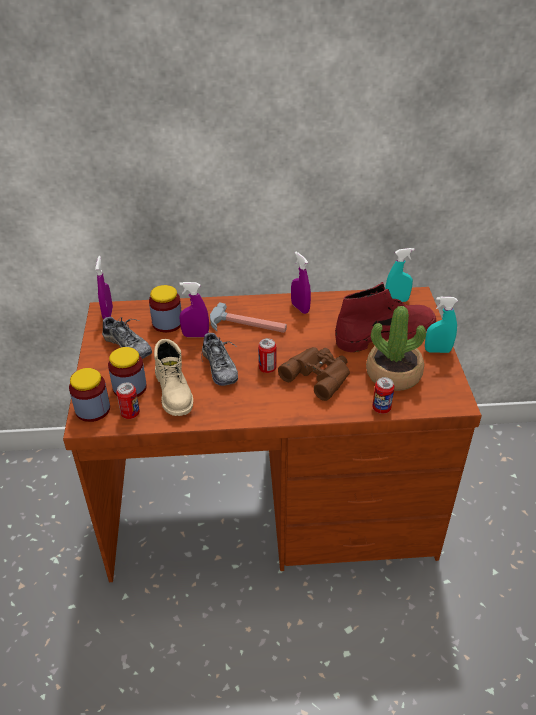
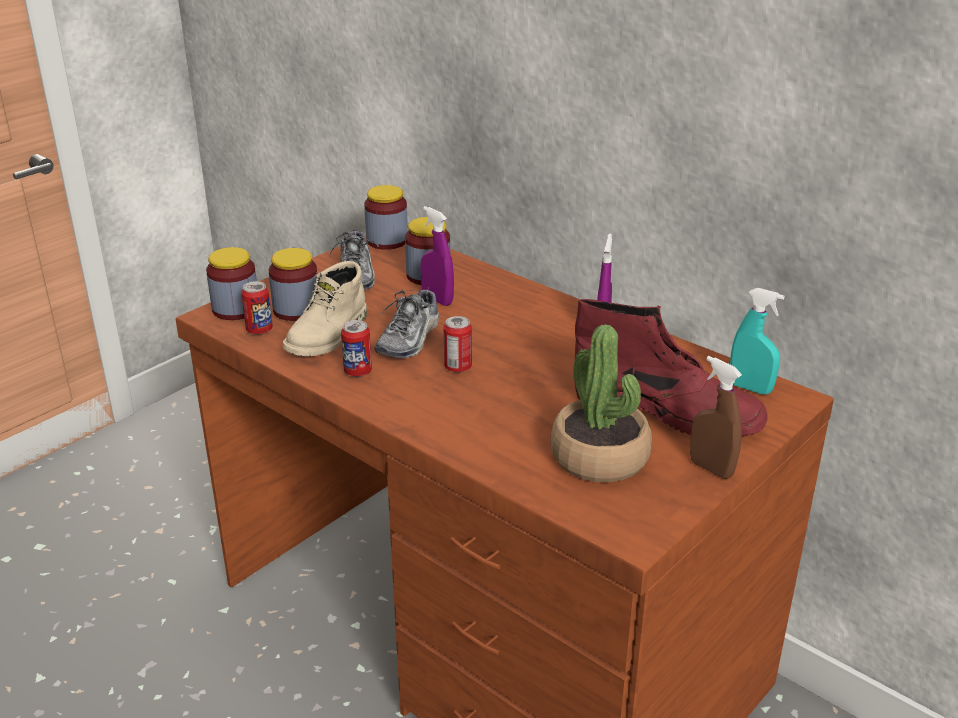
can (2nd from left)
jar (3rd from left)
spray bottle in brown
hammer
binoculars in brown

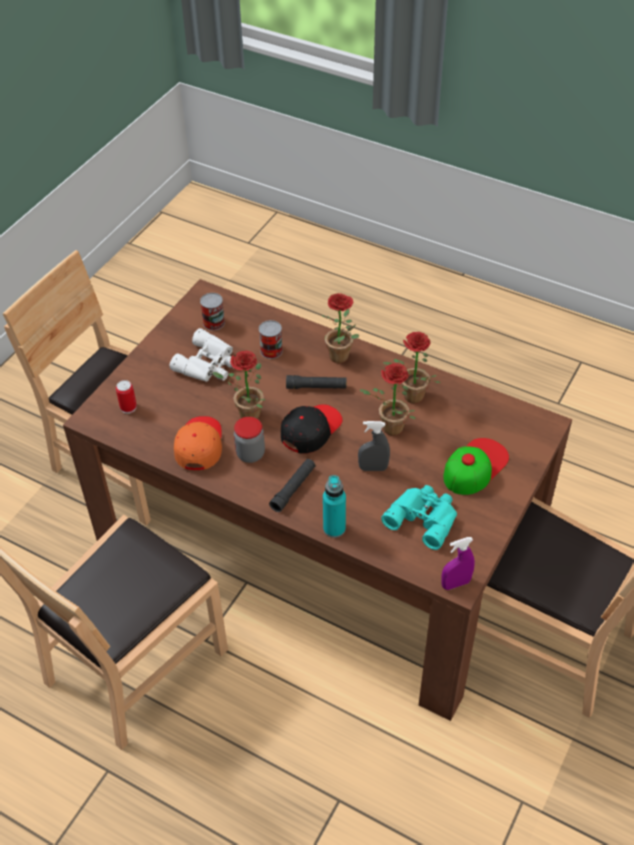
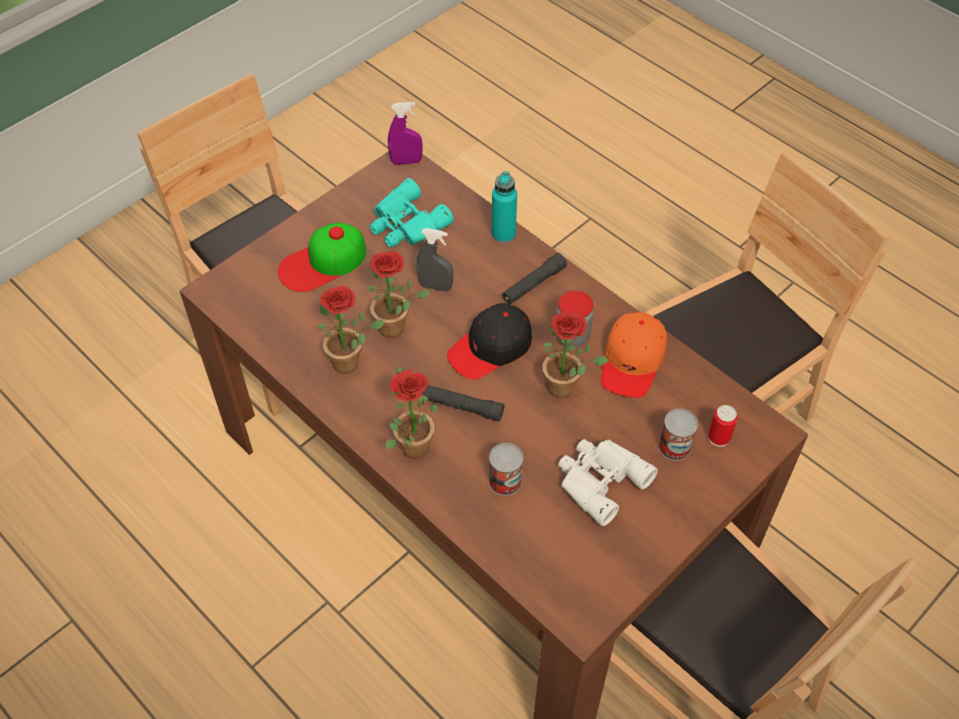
can (2nd from left)

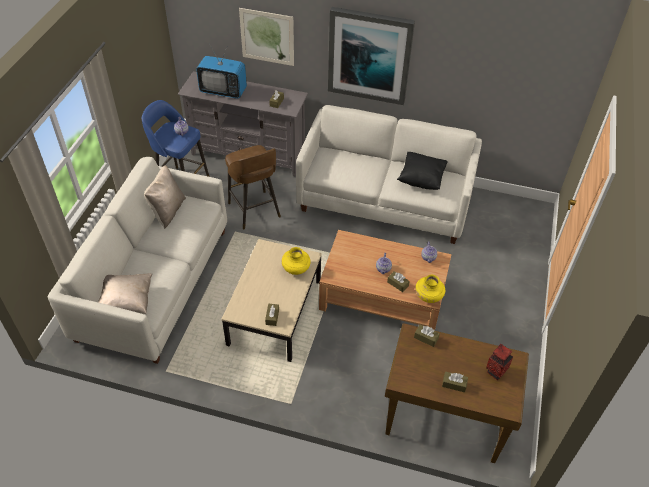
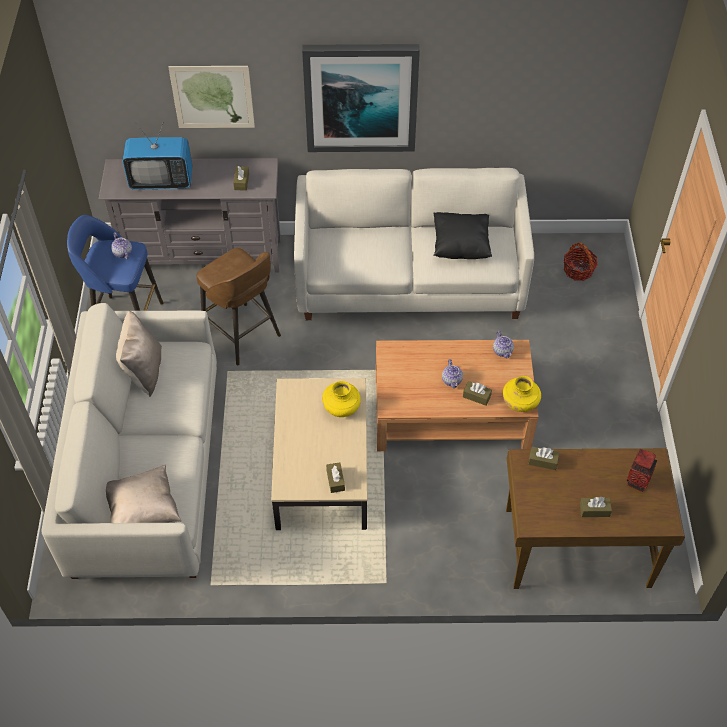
basket

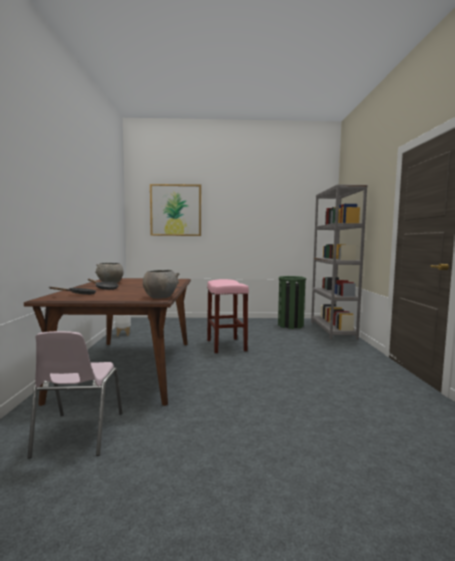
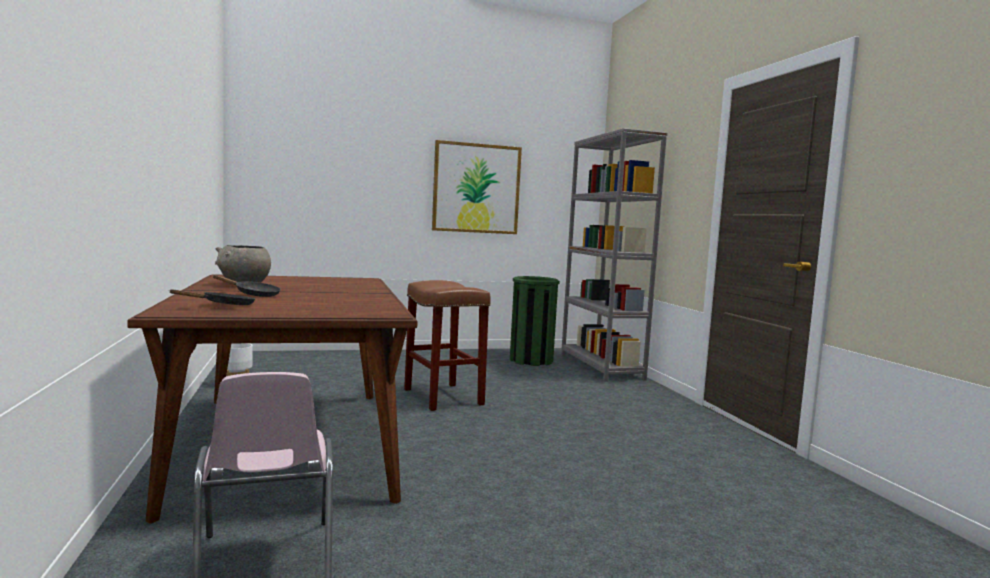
stool in brown
picture
bowl in grey (2nd from left in the first image)

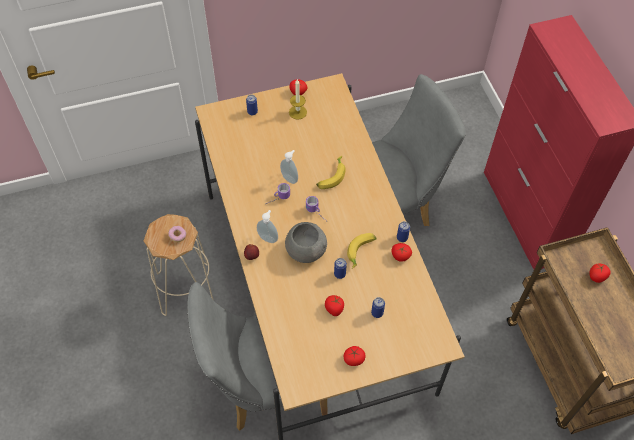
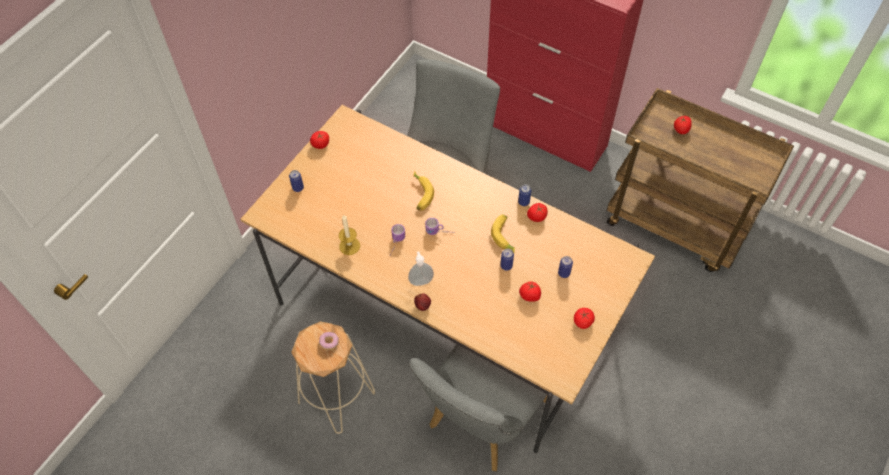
candle
soap dispenser (2nd from left in the first image)
bowl in grey

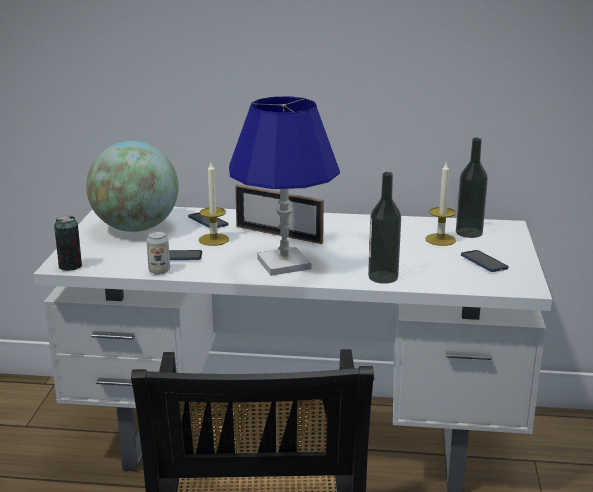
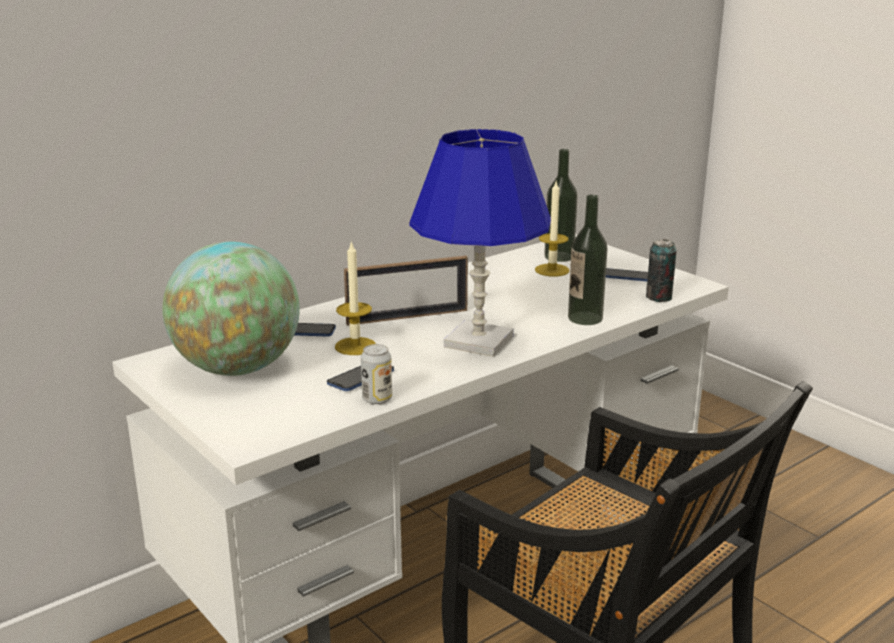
can (2nd from left)

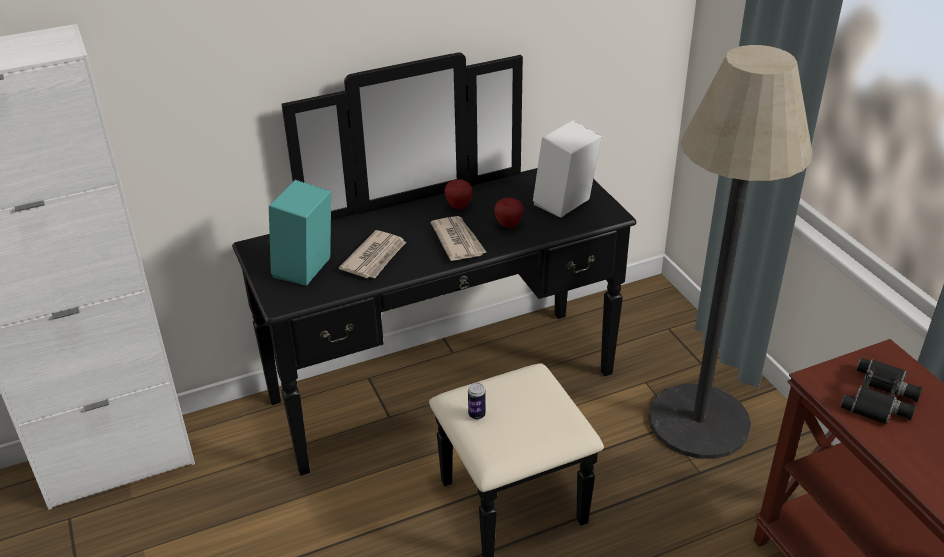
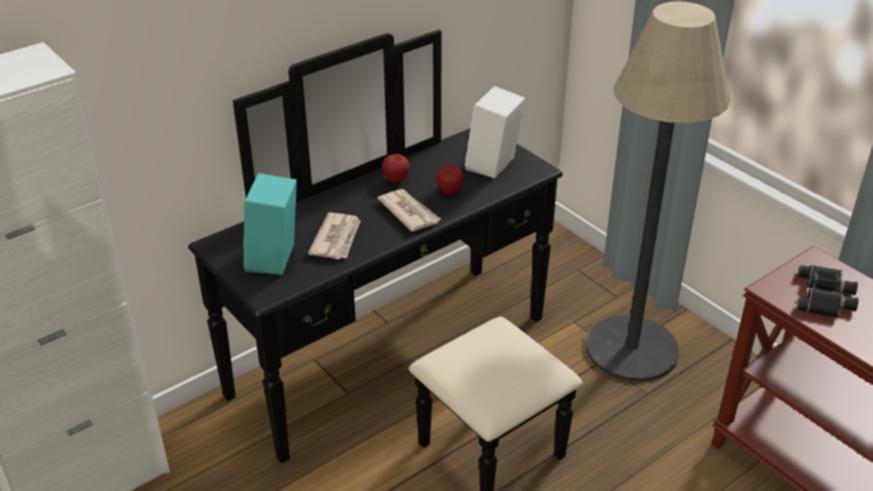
can

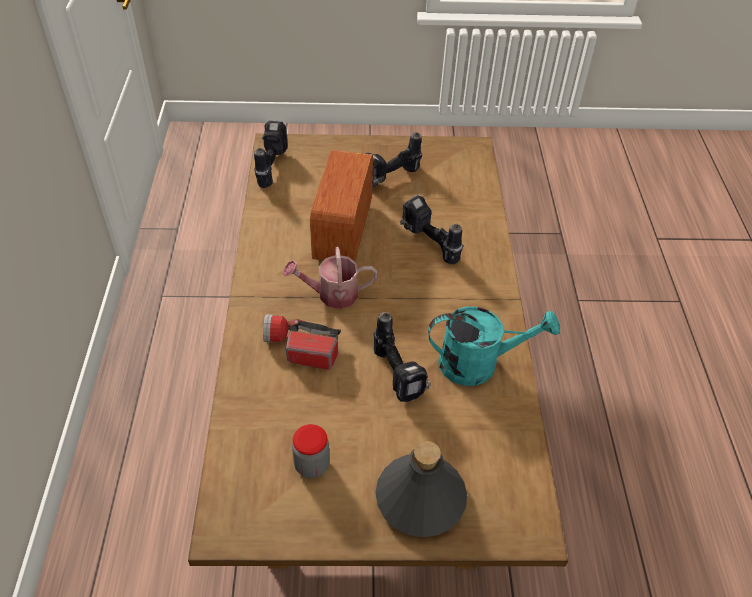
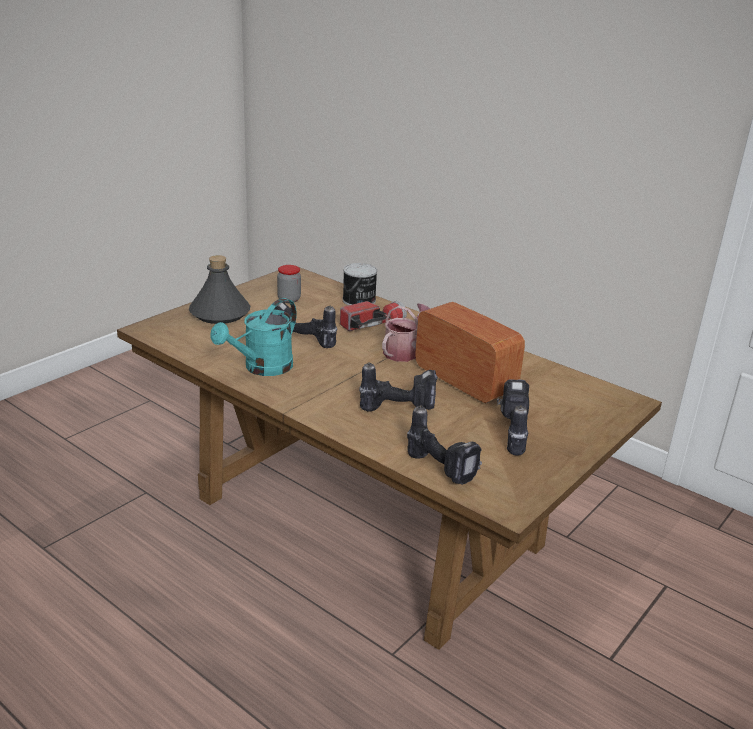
can
power drill (3rd from left)

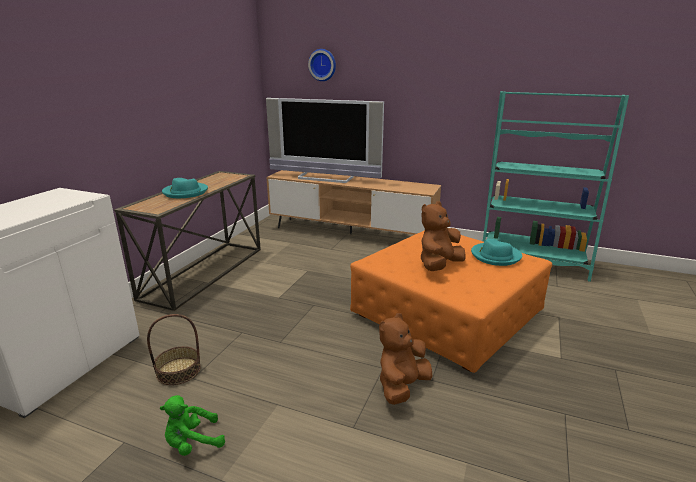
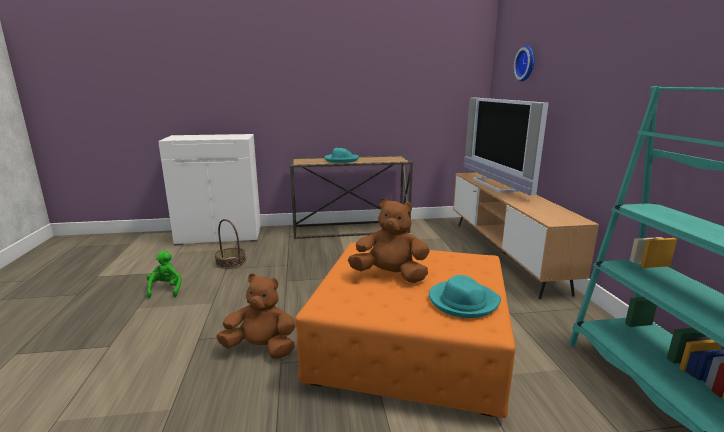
plush toy in green

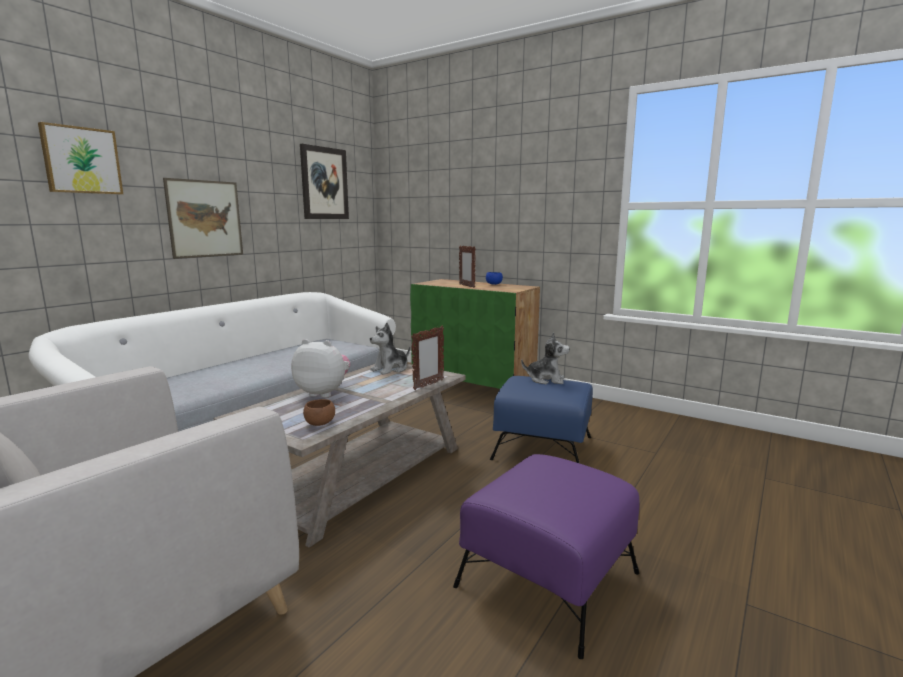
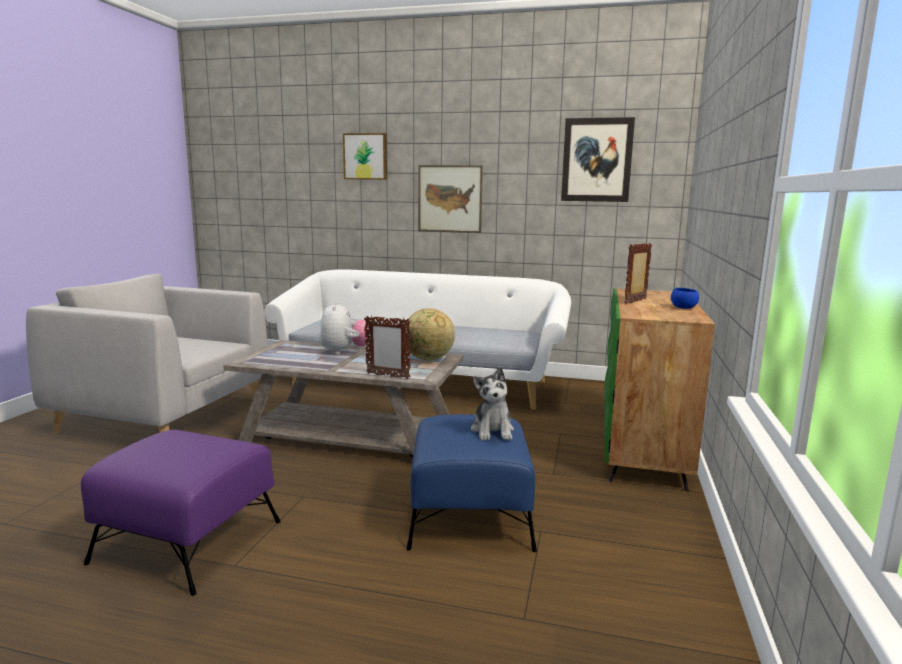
globe
bowl in brown

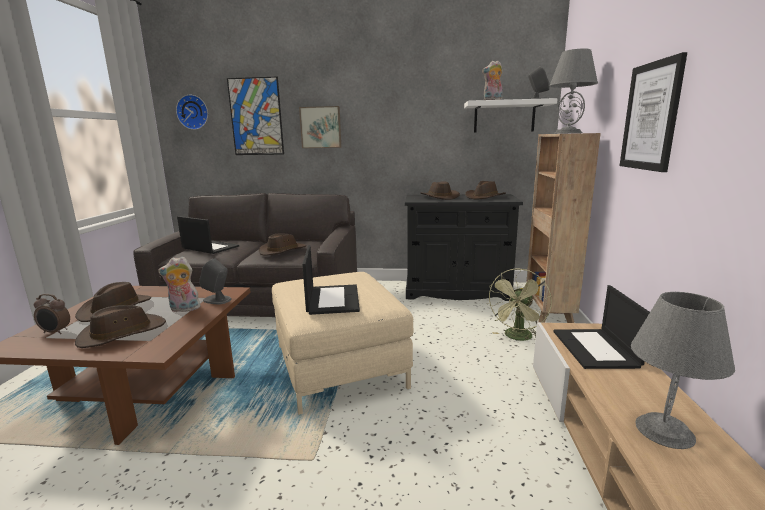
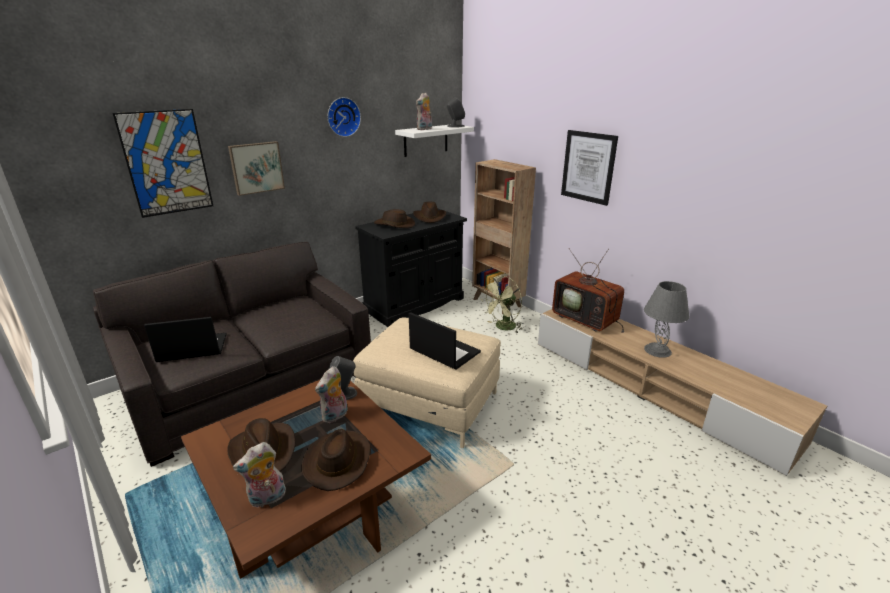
plush toy (1st from left)
wall clock
fan in green
television
hat in brown (3rd from left in the first image)
table lamp in grey (1st from left in the first image)

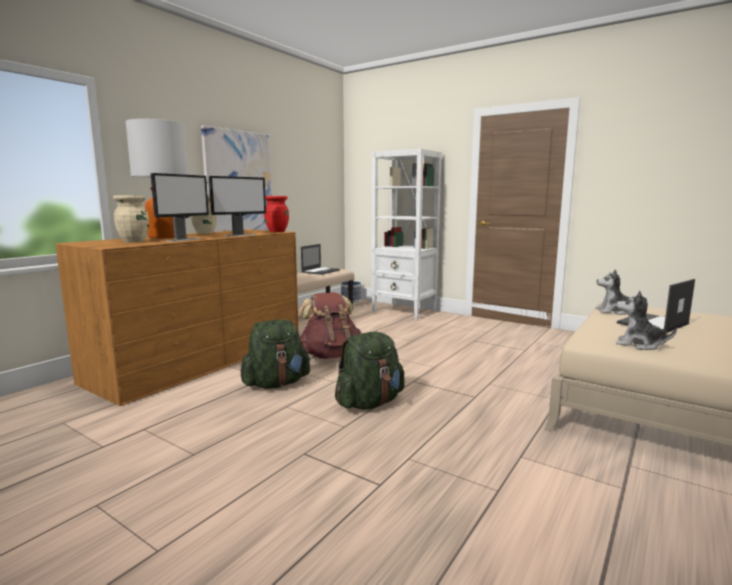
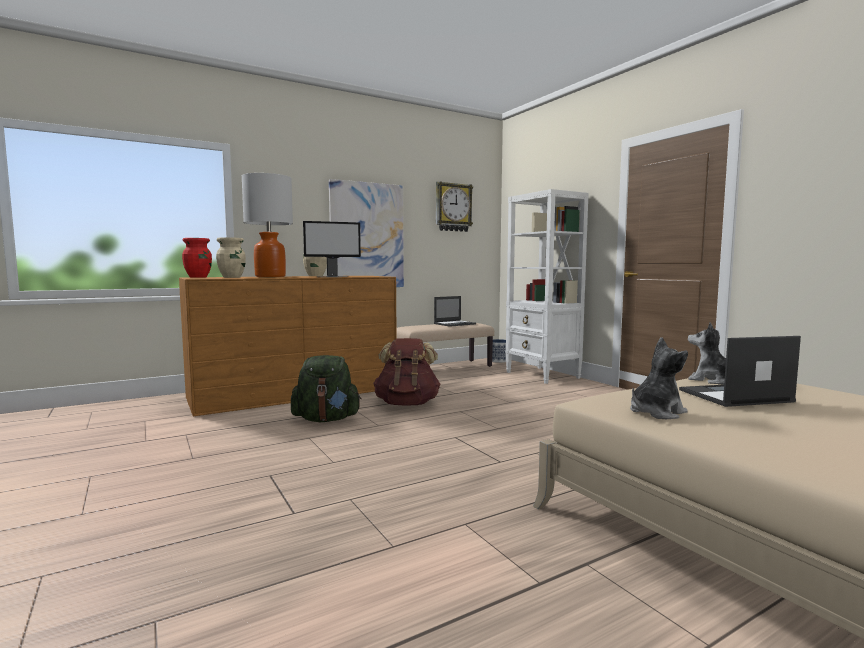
vase in red
wall clock
plush toy (1st from left)
monitor (1st from left in the first image)
backpack in green (2nd from left in the first image)

